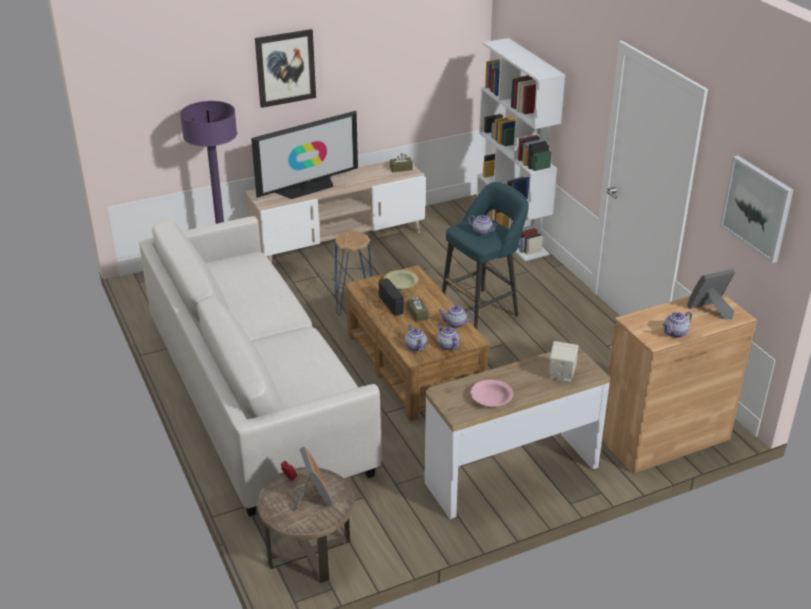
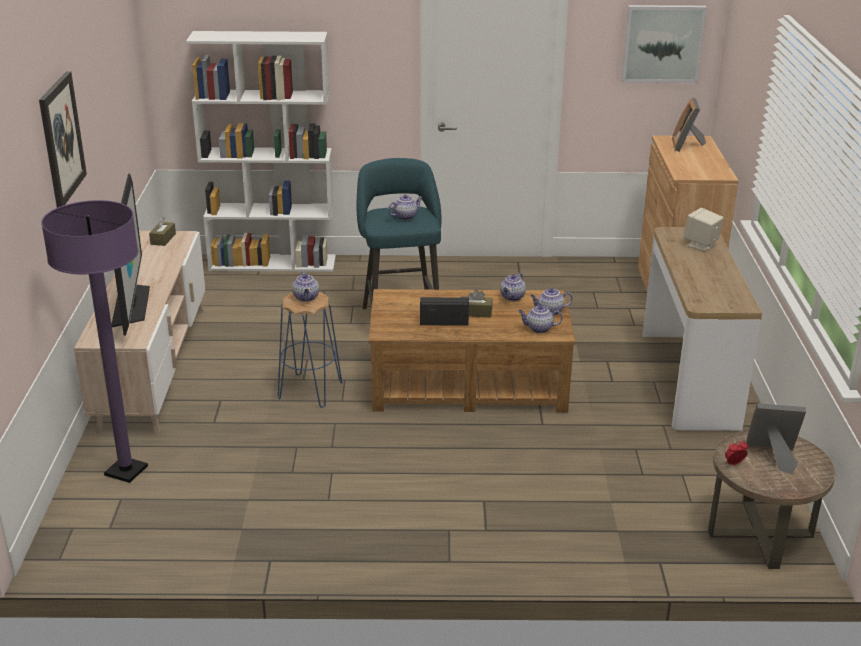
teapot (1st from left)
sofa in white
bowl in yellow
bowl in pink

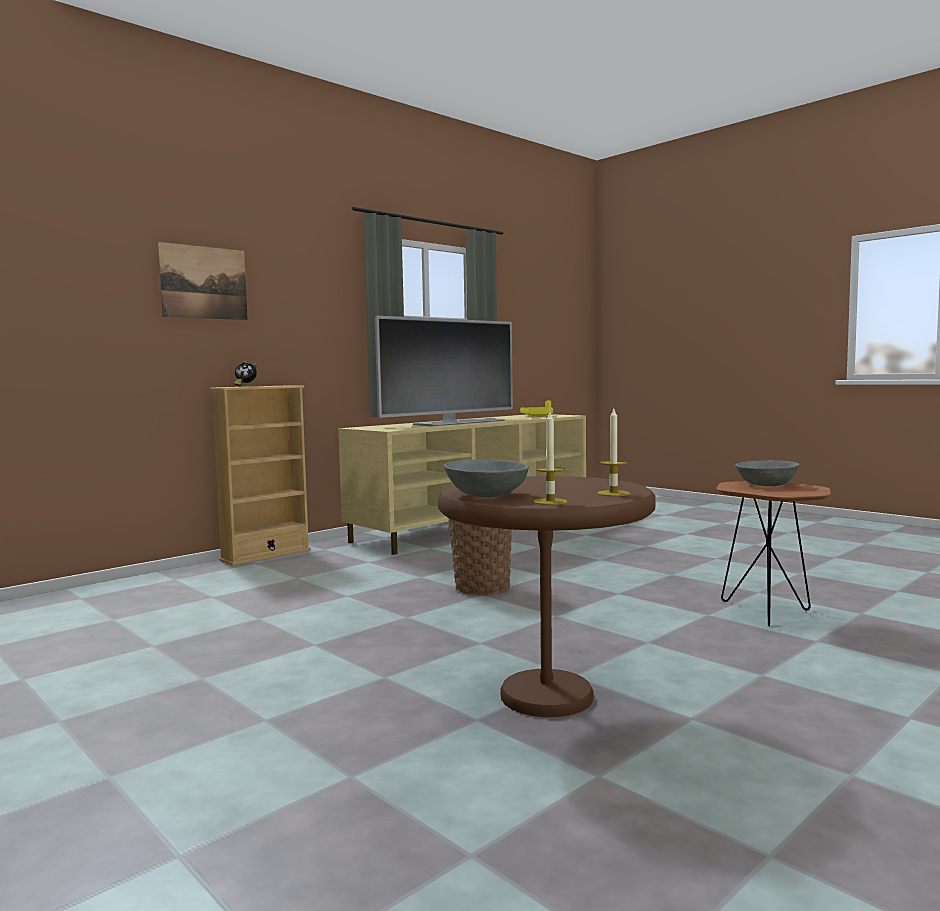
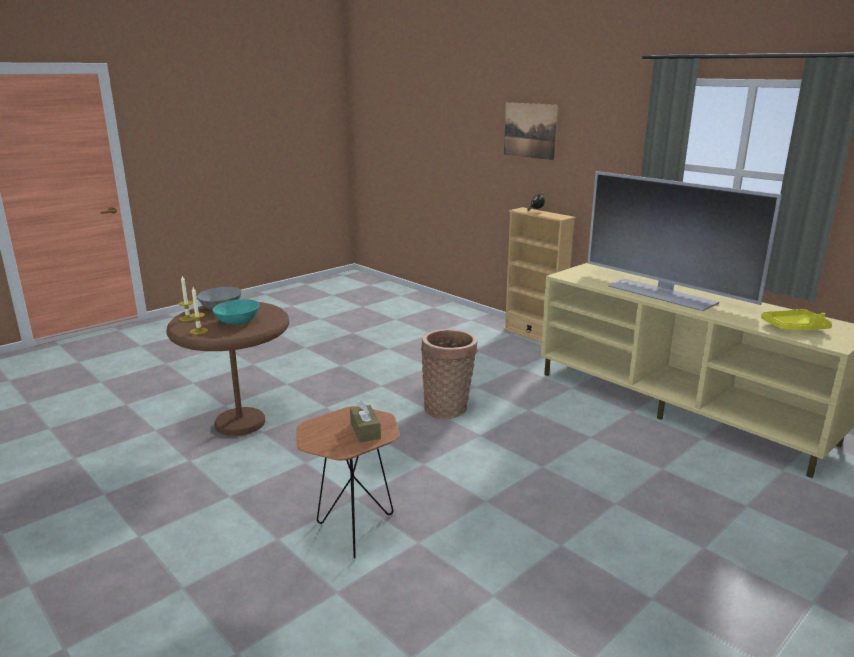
bowl in turquoise
tissue box in brown

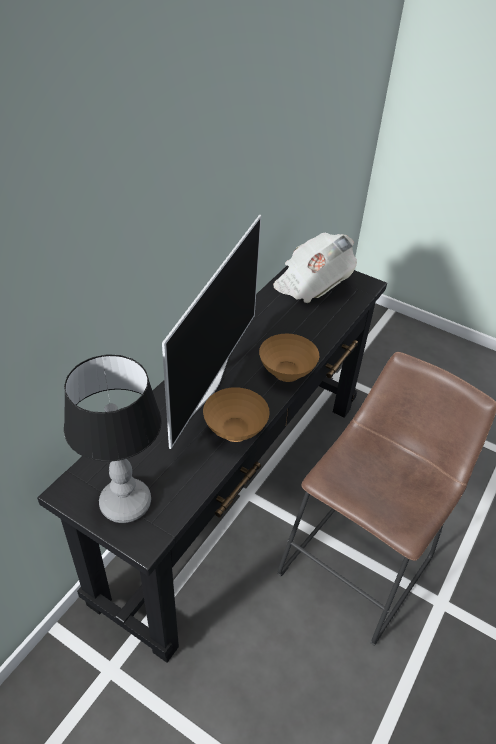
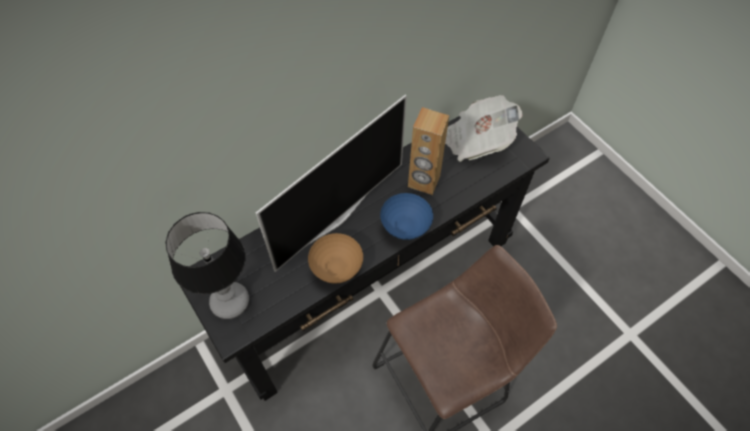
bowl in blue
speaker in brown

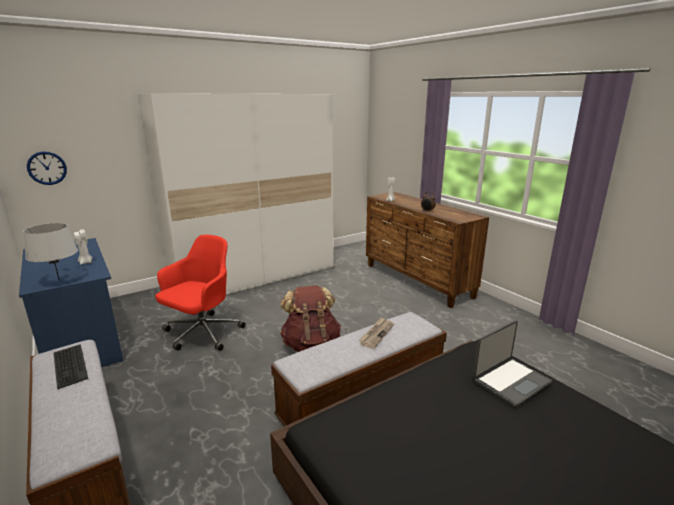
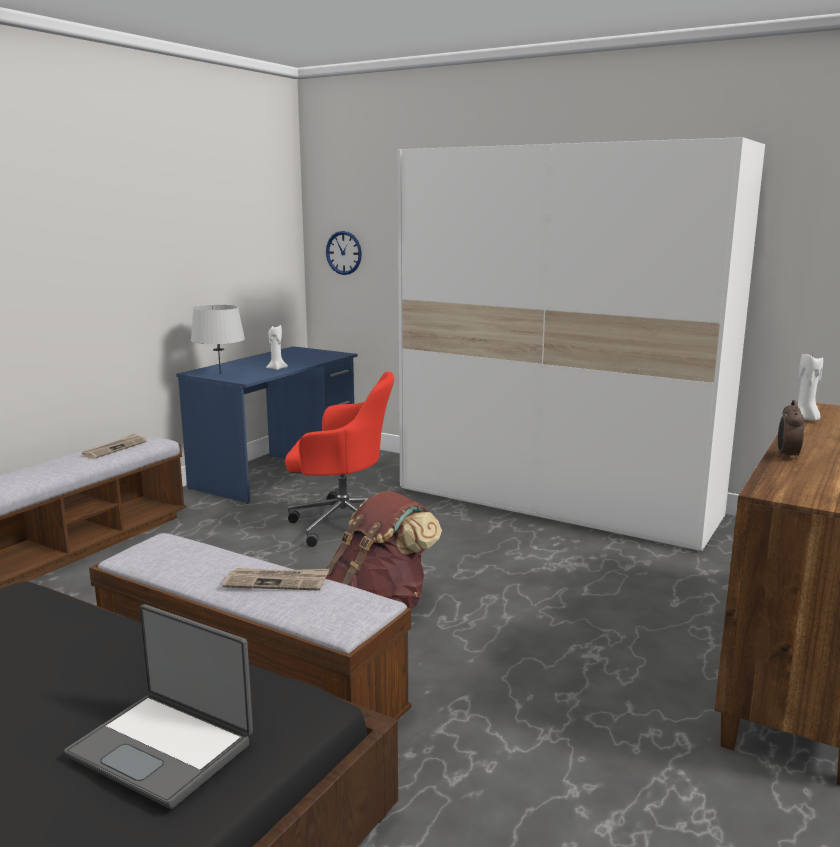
newspaper (1st from left)

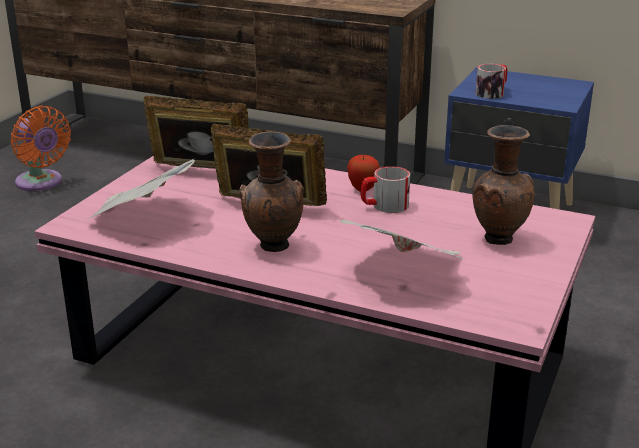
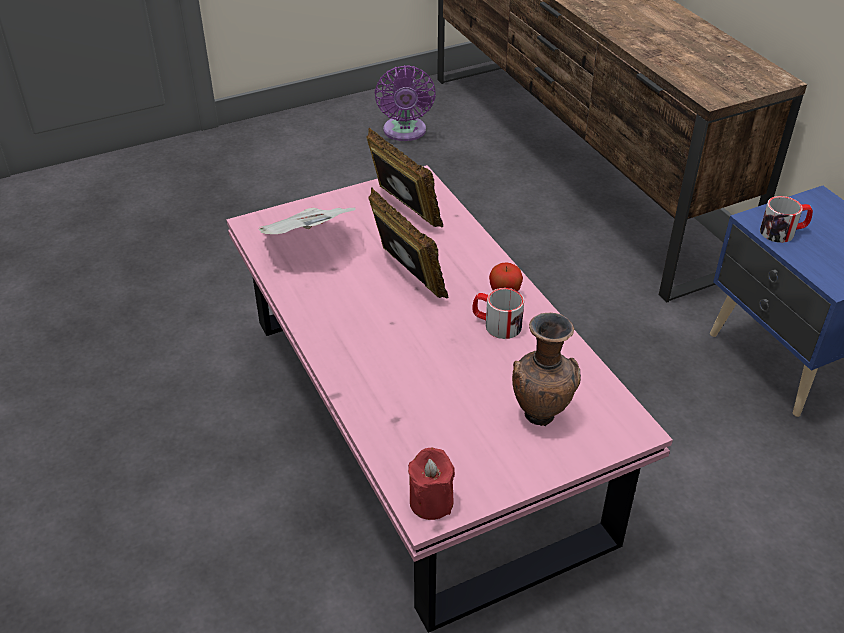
fan in purple
candle in red
vase in brown (1st from left in the first image)
newspaper (2nd from left in the first image)

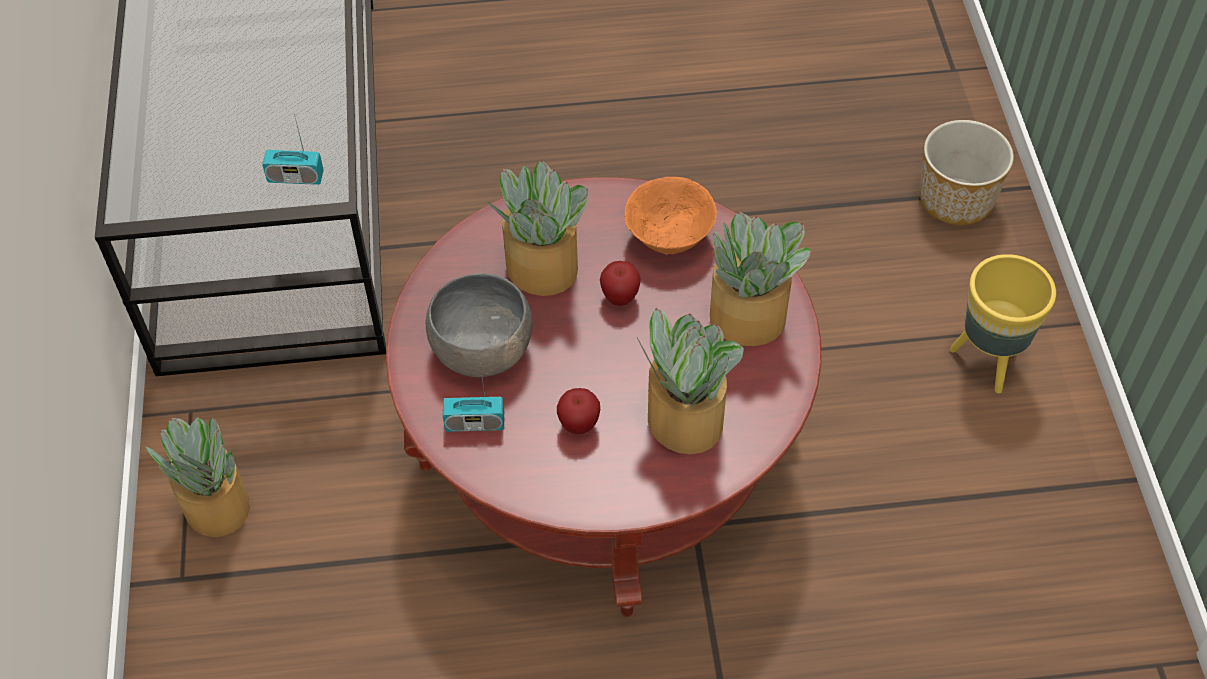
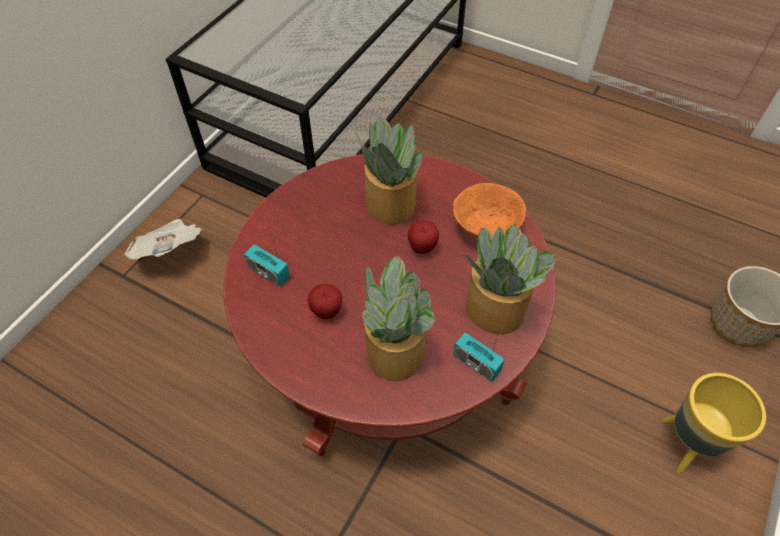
newspaper
radio (2nd from left)
bowl in grey

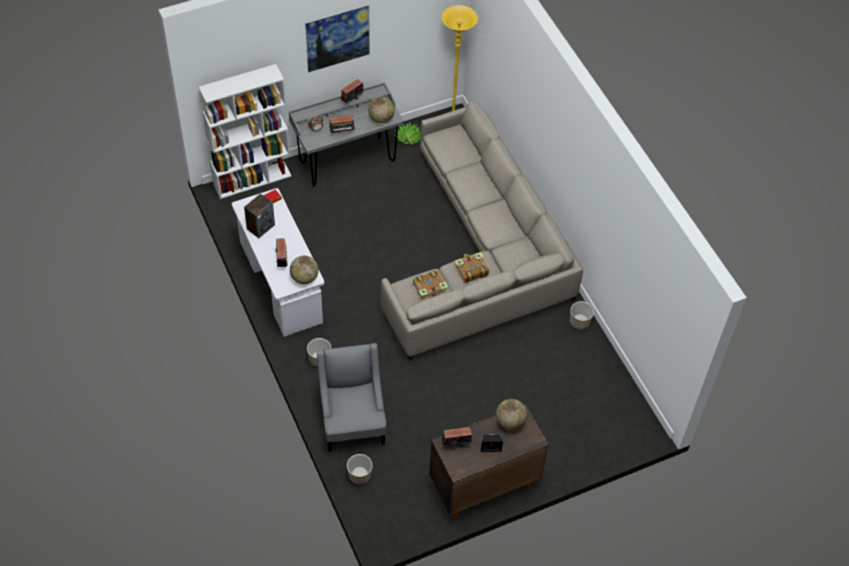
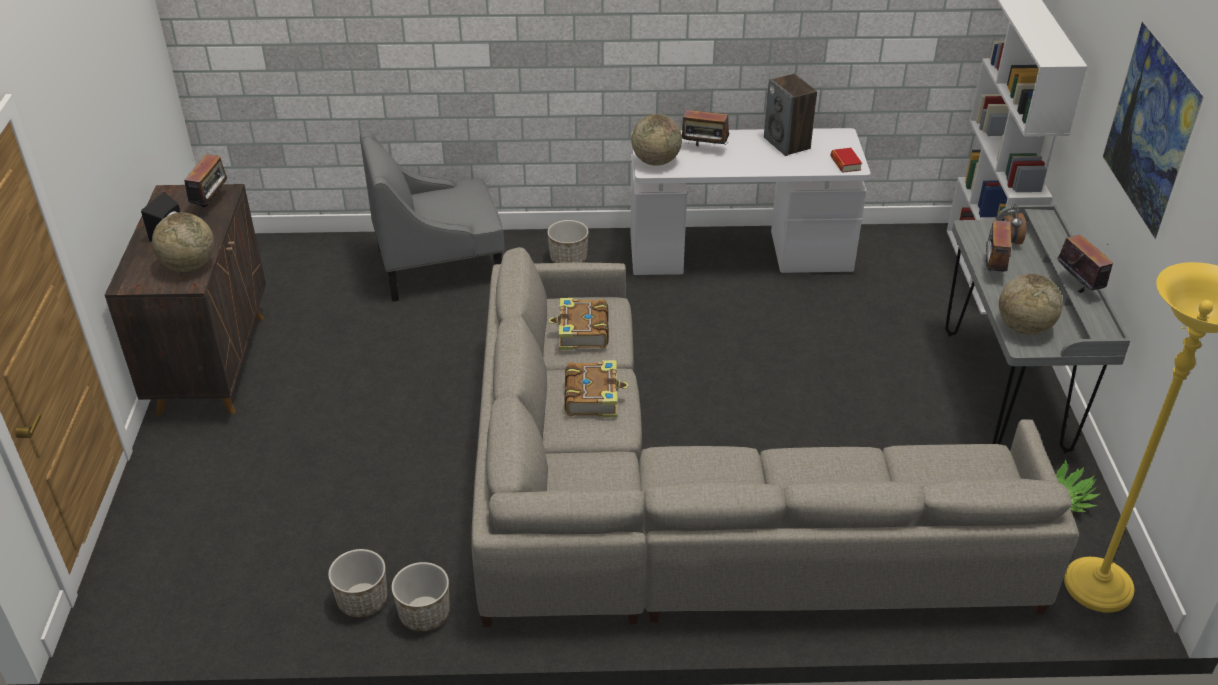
planter (1st from left)
armchair in grey

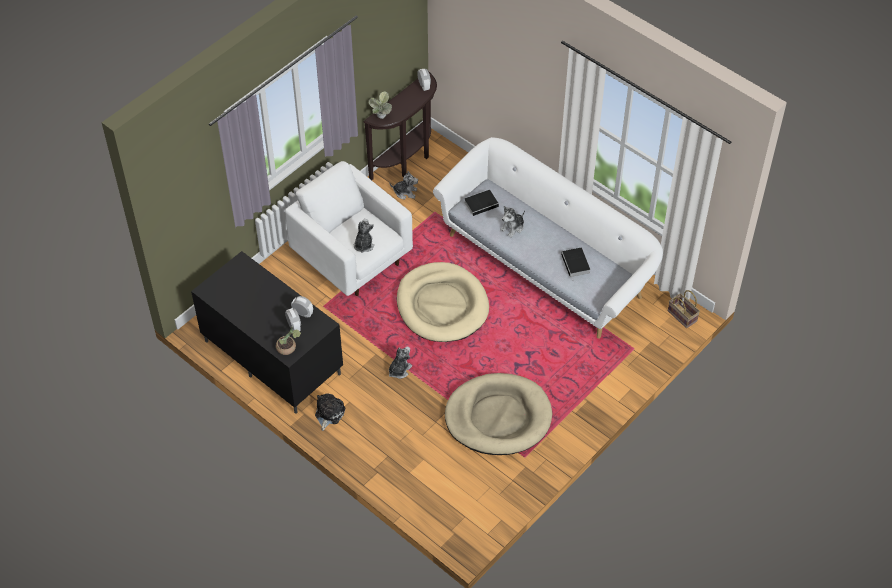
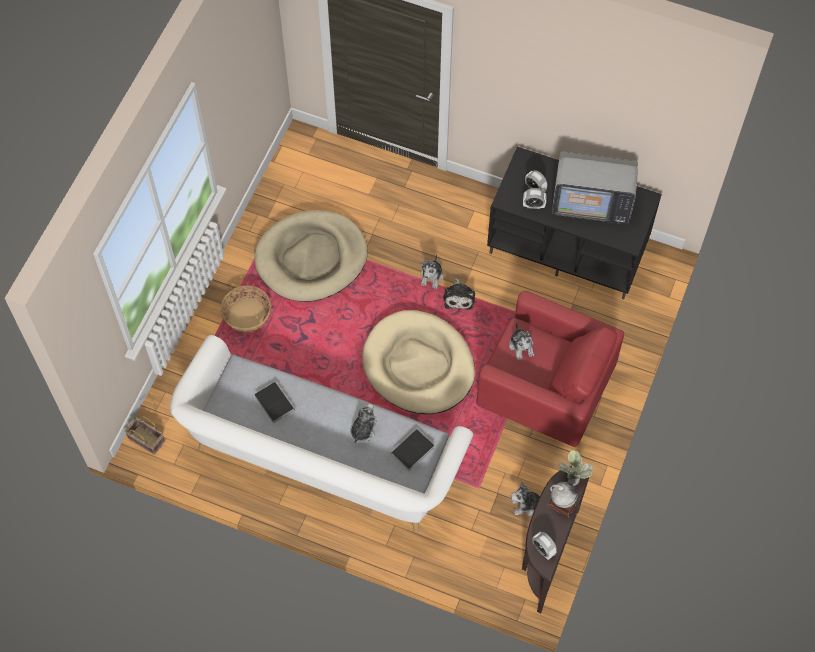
basket (2nd from left)
plush toy (3rd from left)
armchair in red
globe
television
potted plant (1st from left in the first image)

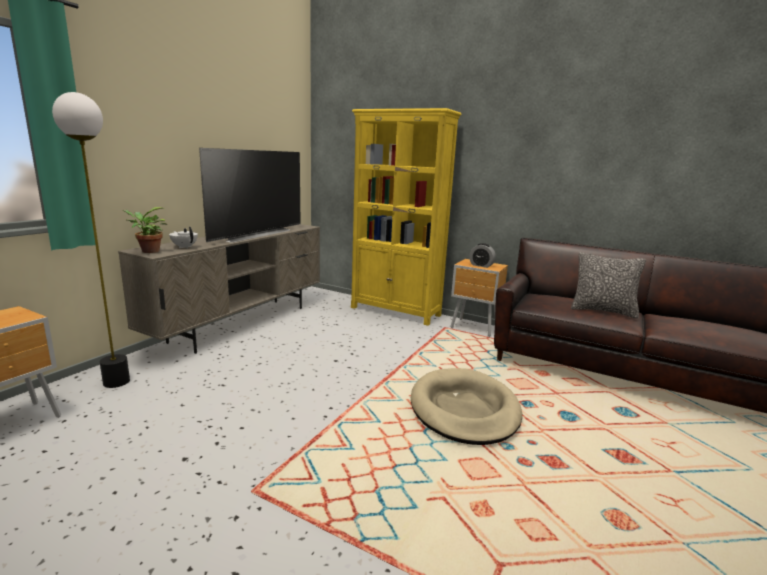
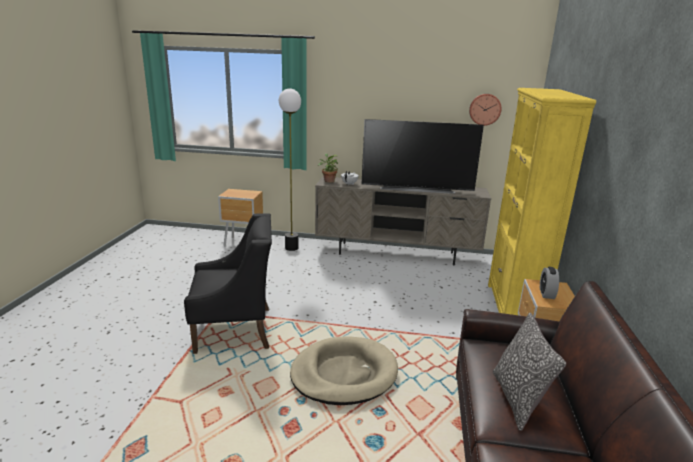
armchair in black
wall clock

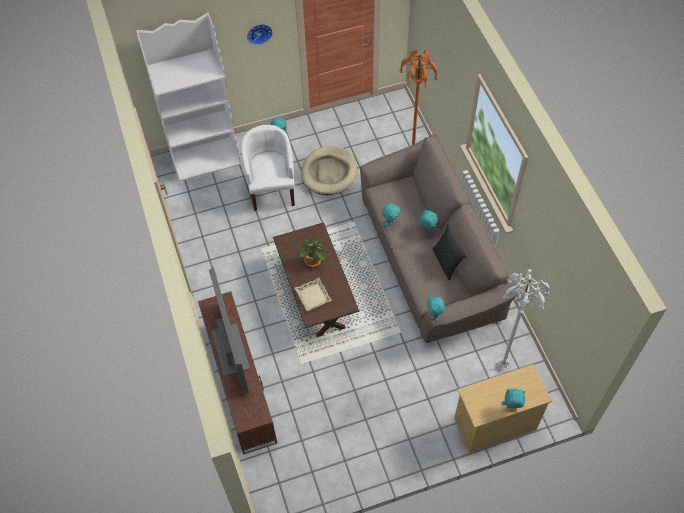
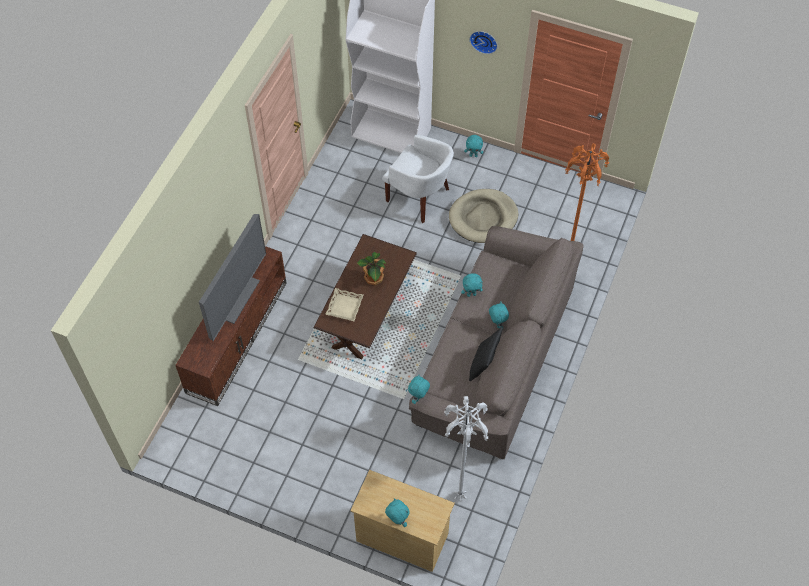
armchair in white

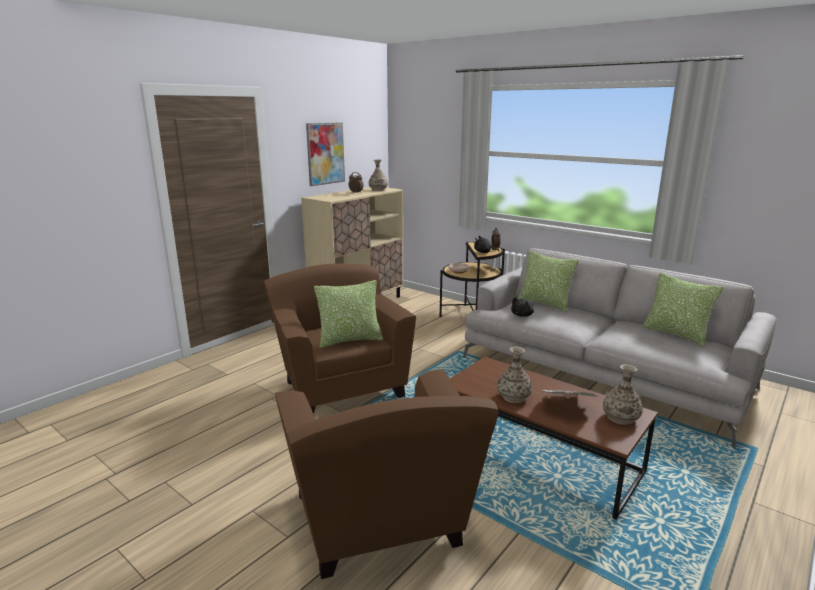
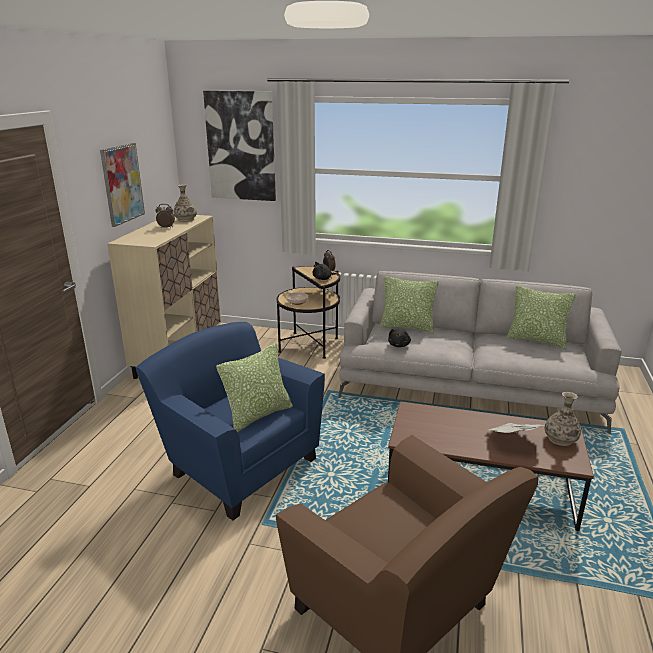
armchair in blue
picture (2nd from left)
vase (2nd from left in the first image)

